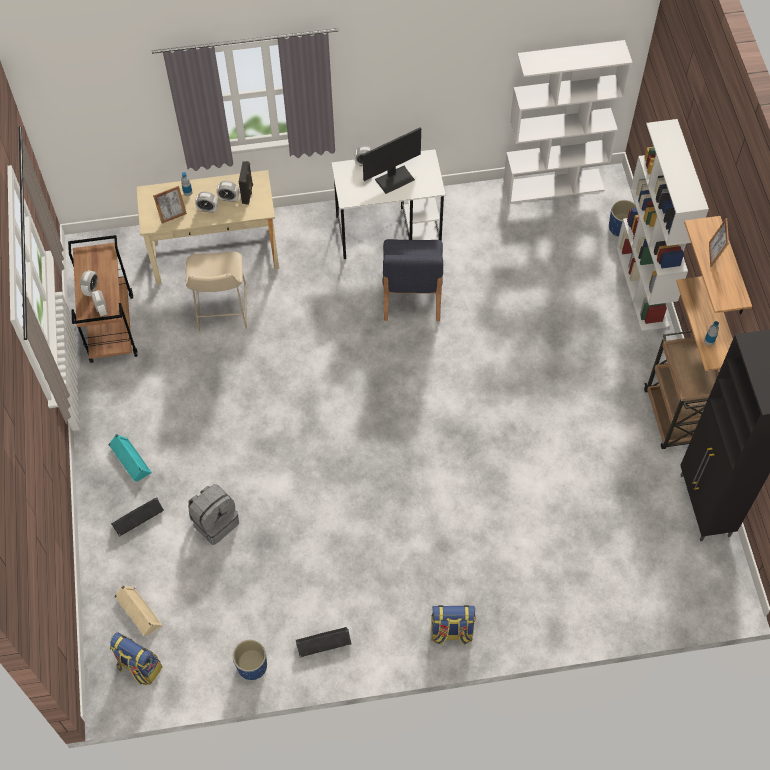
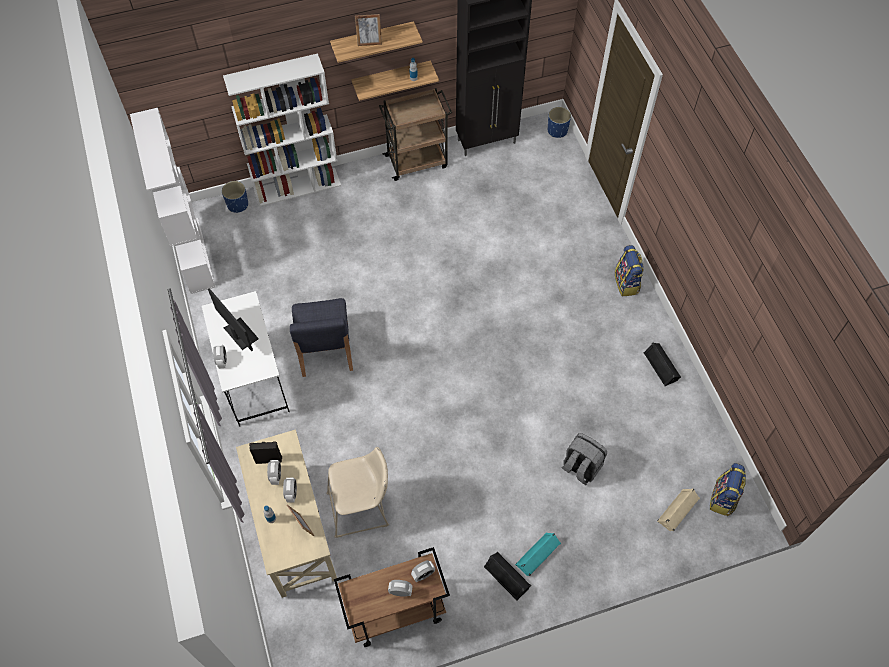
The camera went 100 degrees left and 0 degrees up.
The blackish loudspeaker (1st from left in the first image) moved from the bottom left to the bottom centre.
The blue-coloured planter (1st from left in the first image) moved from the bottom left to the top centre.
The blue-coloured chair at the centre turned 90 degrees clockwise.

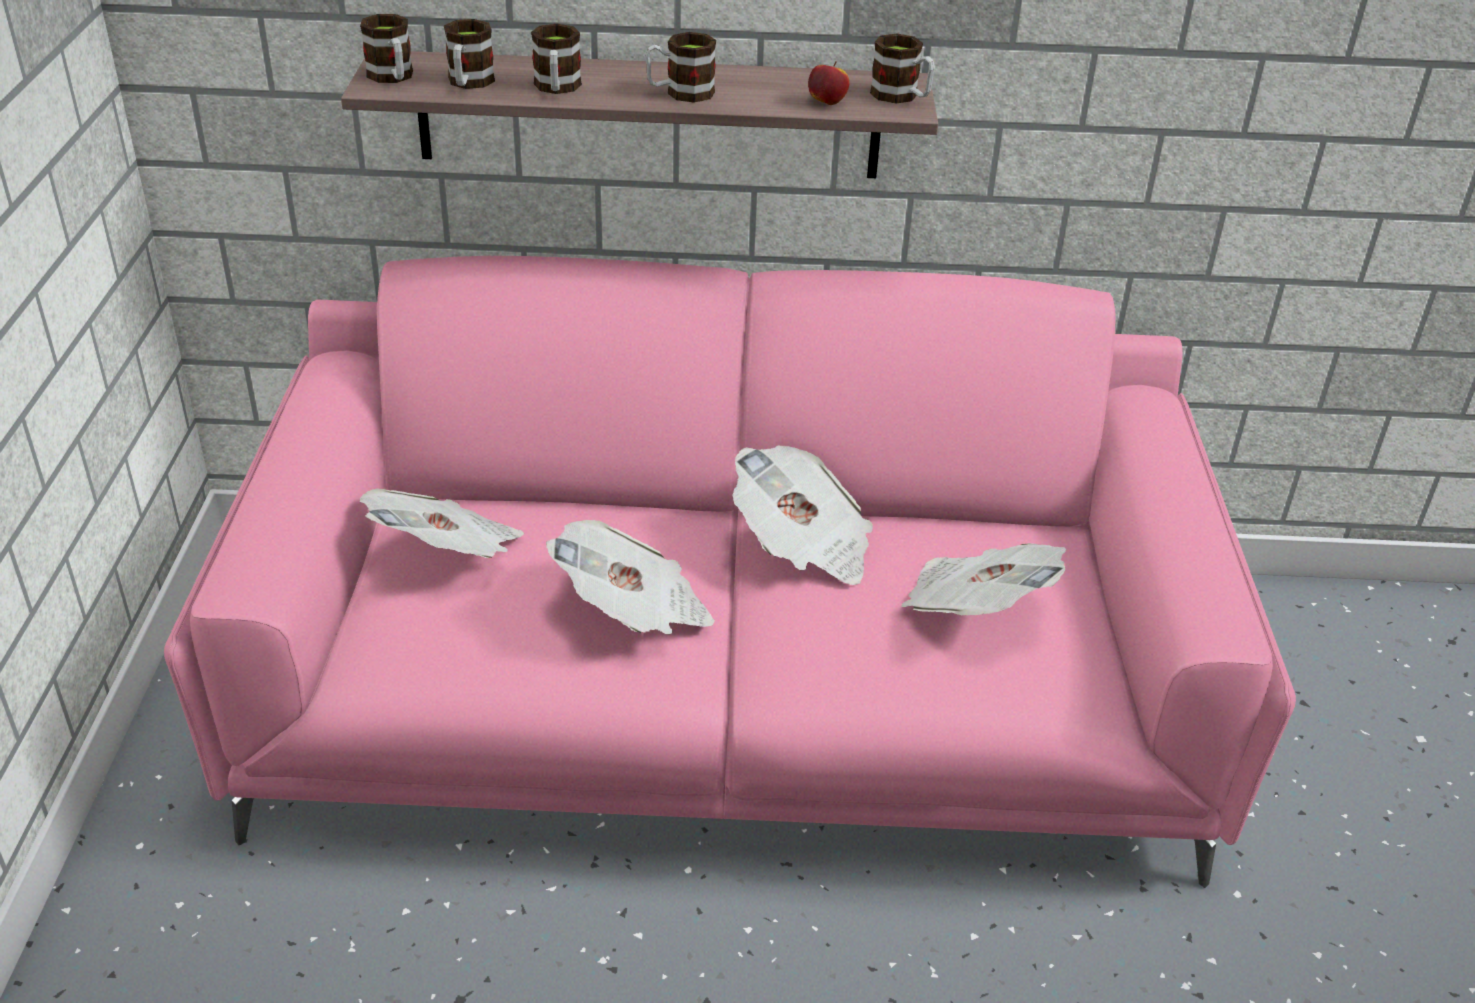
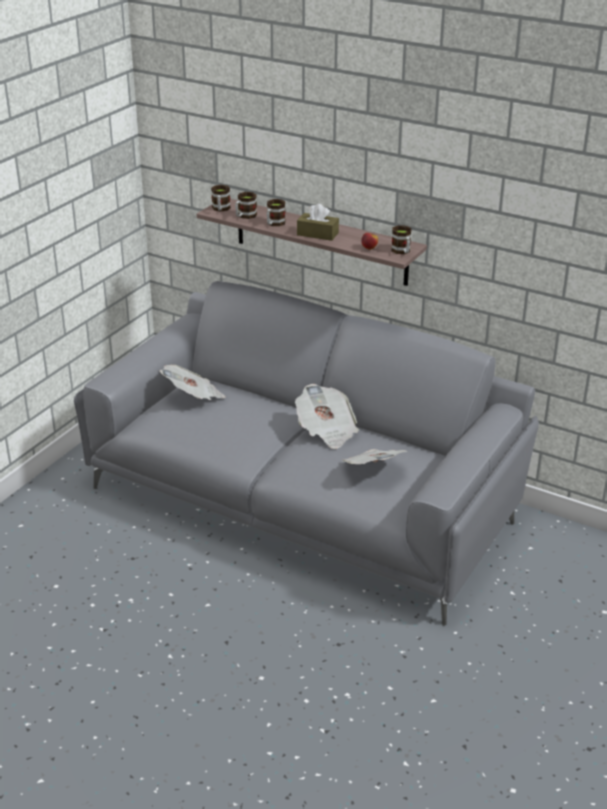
The camera went 30 degrees right and 5 degrees down.
The printed paper (2nd from left) at the centre disappeared.
The mug (4th from left) at the top centre was replaced by the brown-coloured tissue box at the top centre.
The pink couch at the centre became the greyish couch at the centre.

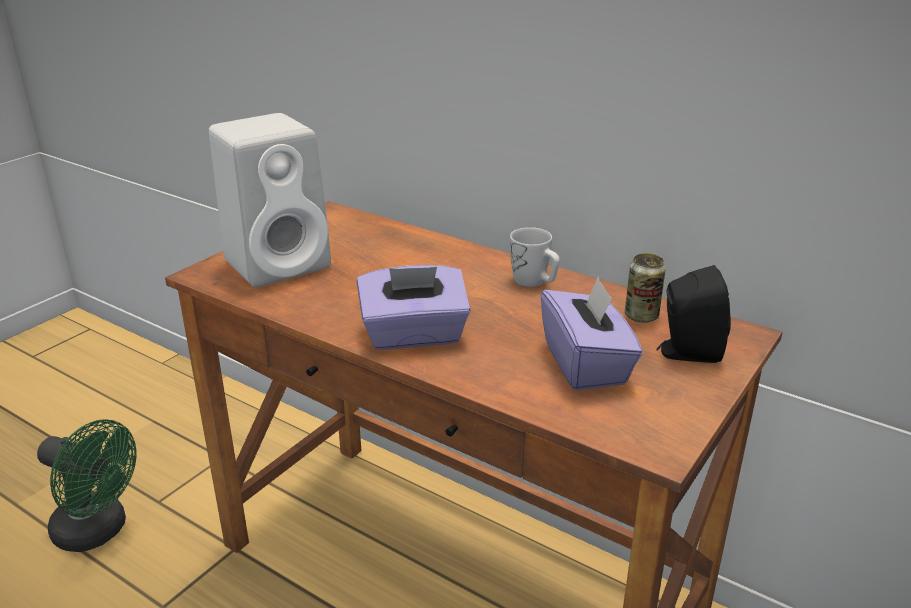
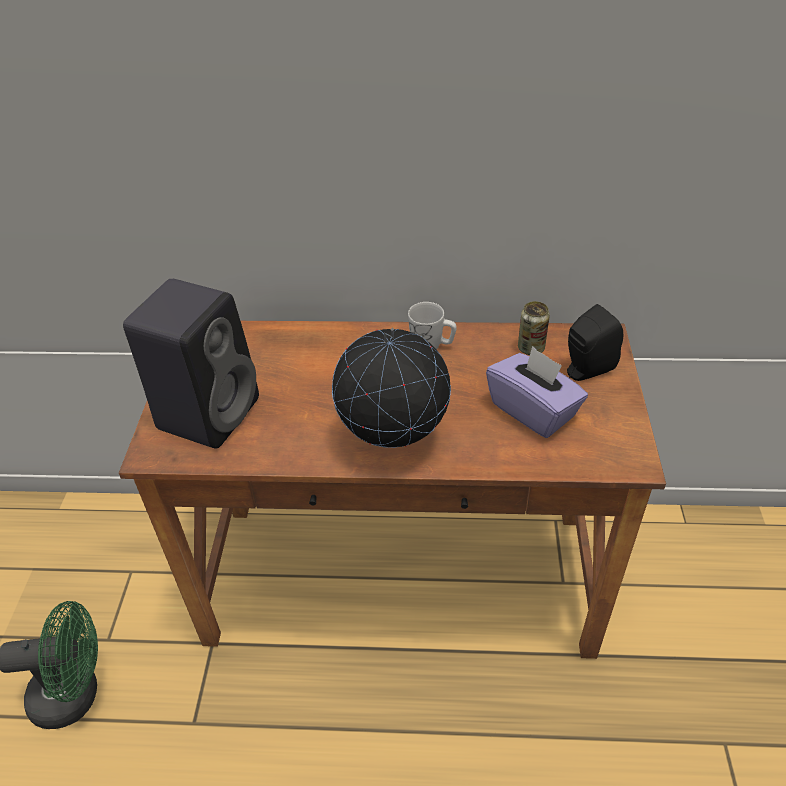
The camera went 30 degrees left and 15 degrees up.
The purple-coloured tissue box (1st from left) at the centre was replaced by the globe at the centre.
The whitish loudspeaker at the top left became the blackish loudspeaker (1st from left) at the middle left.

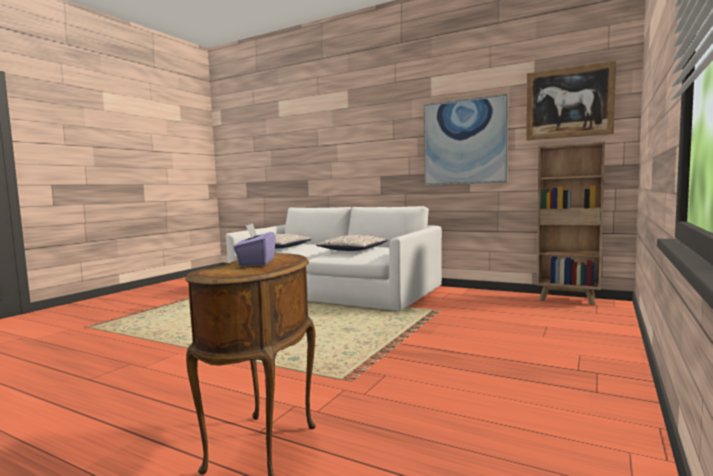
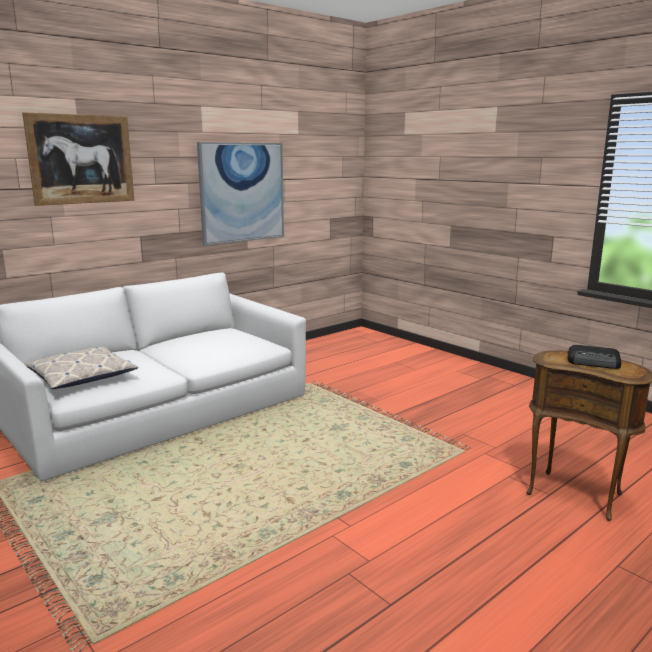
The camera went 70 degrees left and 10 degrees up.
The cushion (2nd from left) at the centre disappeared.
The brown-coloured bookshelf at the middle right disappeared.
The wall art (2nd from left in the first image) moved from the top right to the top left.
The purple-coloured tissue box at the centre was replaced by the radio at the middle right.

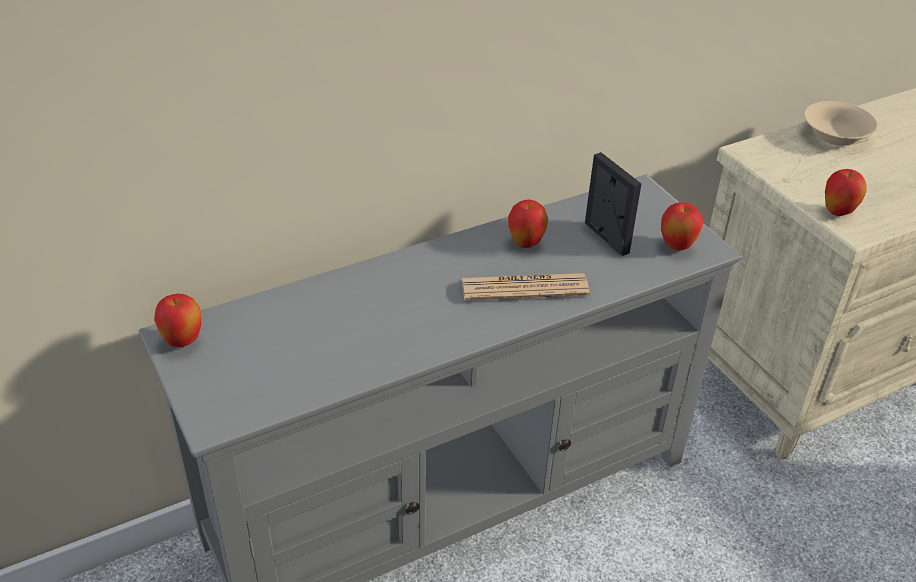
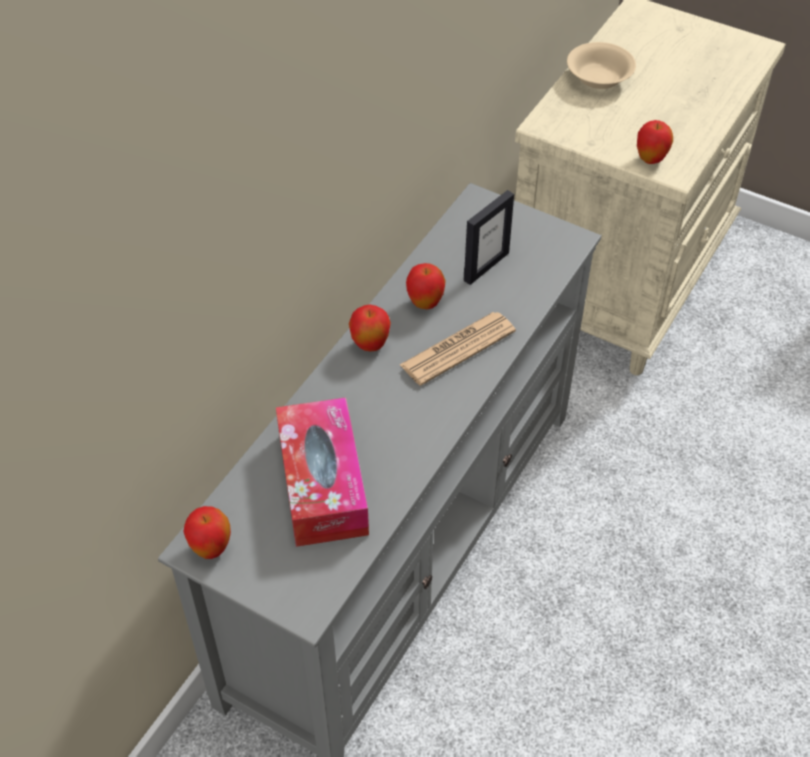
The camera went 30 degrees left and 10 degrees up.
The tissue box at the centre appeared.
The apple (3rd from left in the first image) moved from the middle right to the centre.
The standing frame at the middle right turned 105 degrees clockwise.

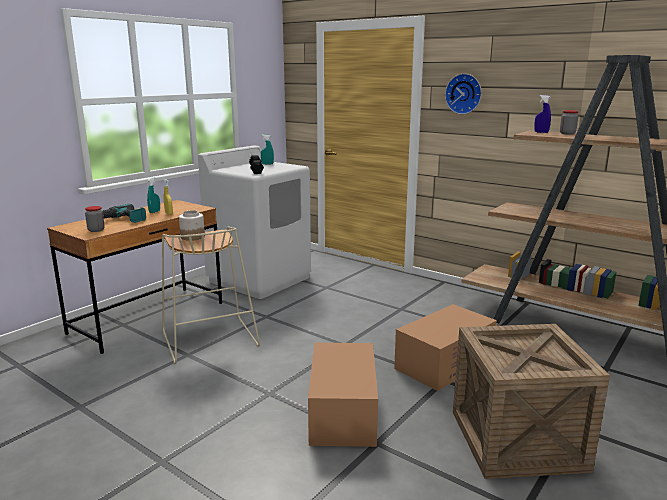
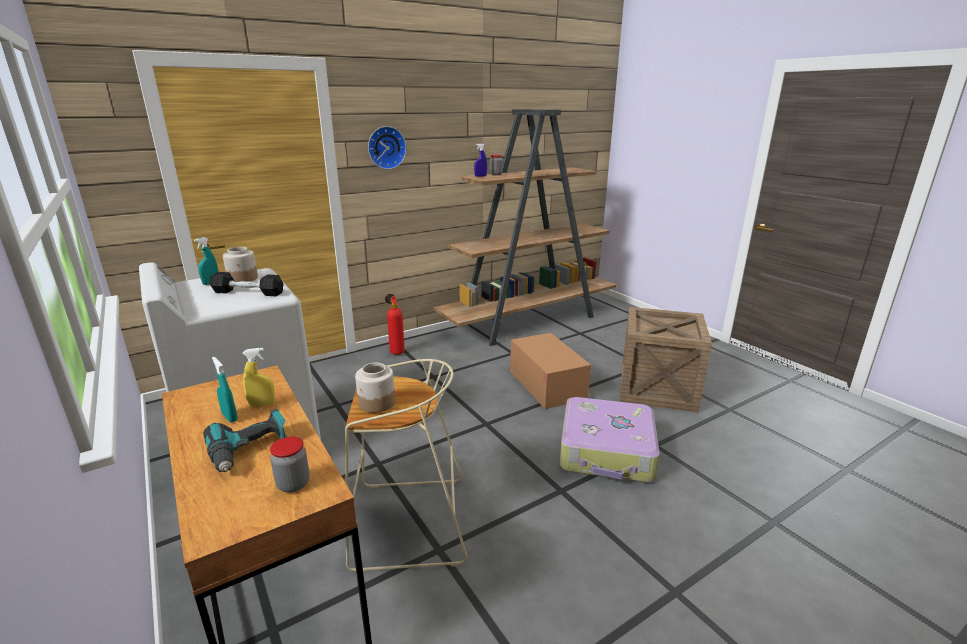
The camera went 70 degrees left and 5 degrees up.
The storage jar (1st from left) at the middle left appeared.
The fire-fighting cylinder at the centre appeared.
The cardboard box (1st from left) at the bottom centre was replaced by the piece of luggage at the bottom centre.

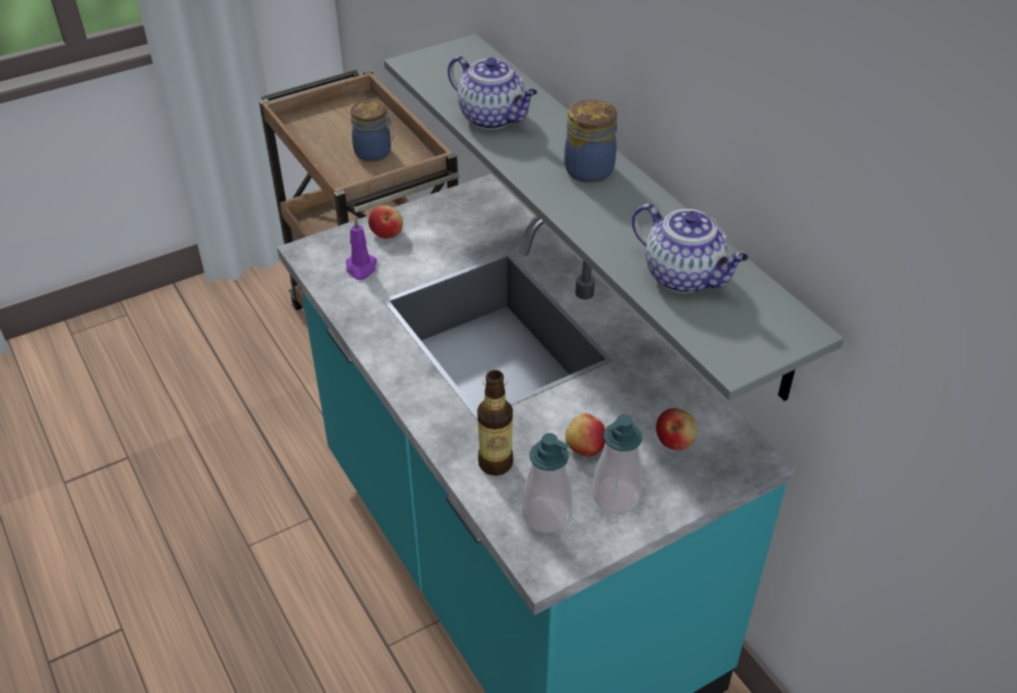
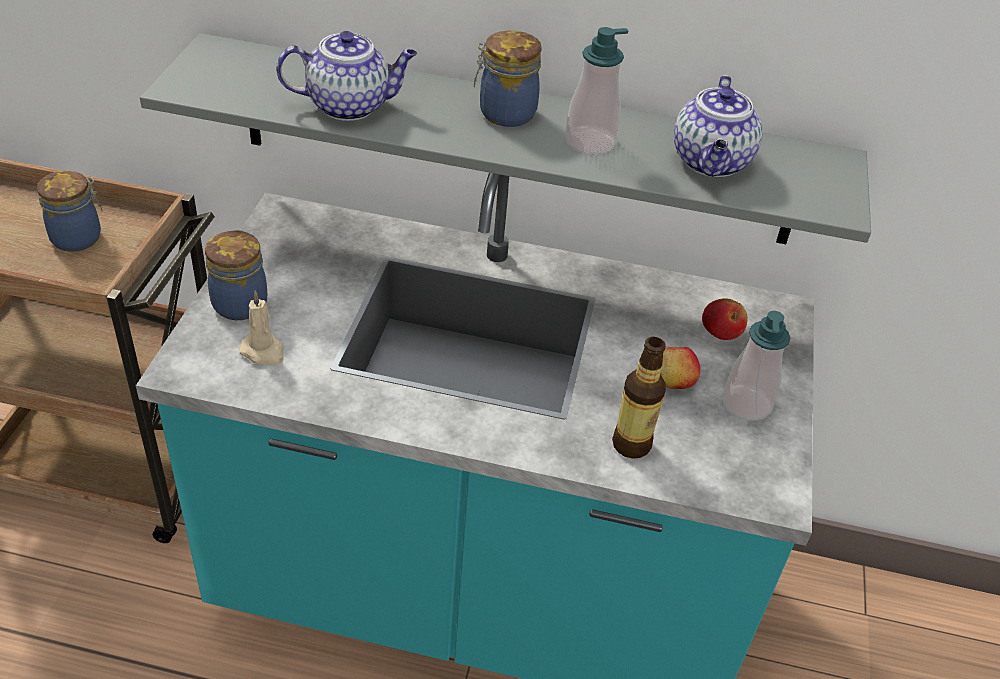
The camera went 50 degrees left and 0 degrees up.
The soap dispenser (1st from left) moved from the bottom centre to the top centre.
The apple (1st from left) at the top centre was replaced by the storage jar (2nd from left) at the middle left.
The purple-coloured wax candle at the centre became the sand-coloured wax candle at the middle left.
The teapot (2nd from left) at the middle right turned 105 degrees clockwise.

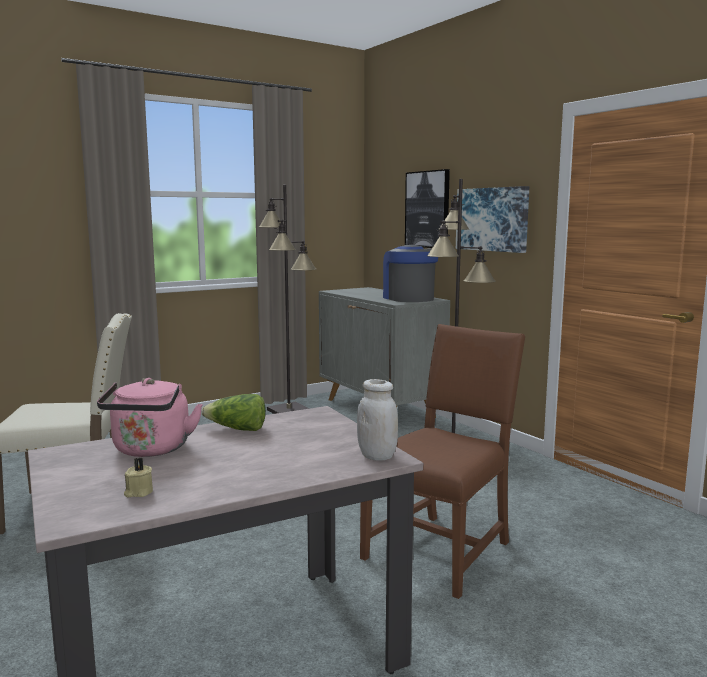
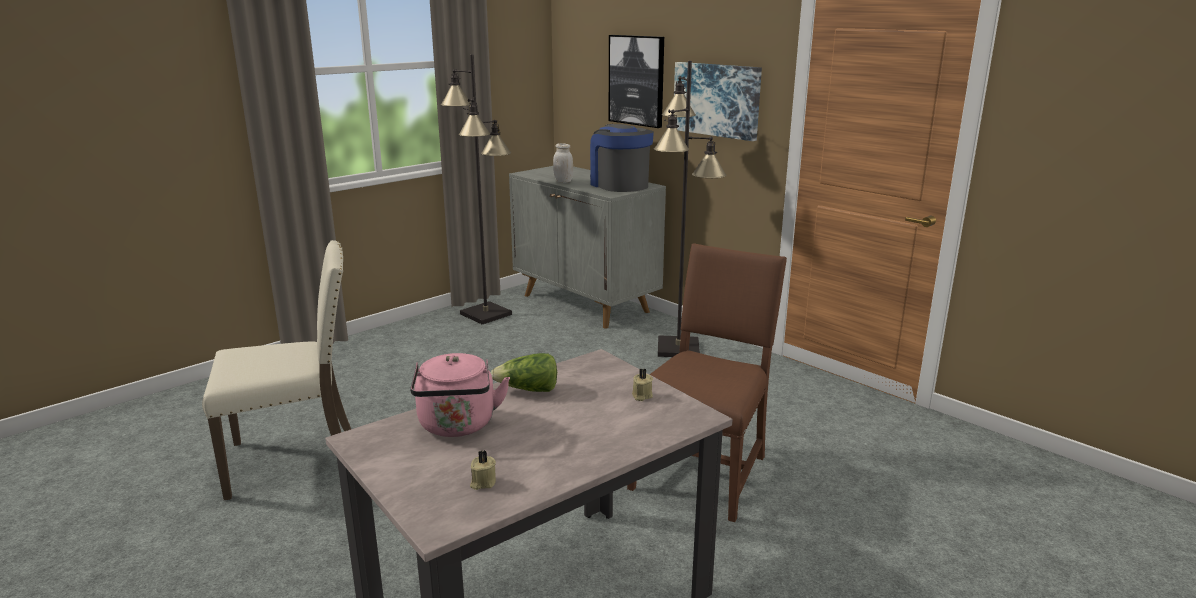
The camera went 10 degrees left and 10 degrees up.
The sand-coloured wax candle (2nd from left) at the centre appeared.
The whitish storage jar moved from the centre to the top centre.

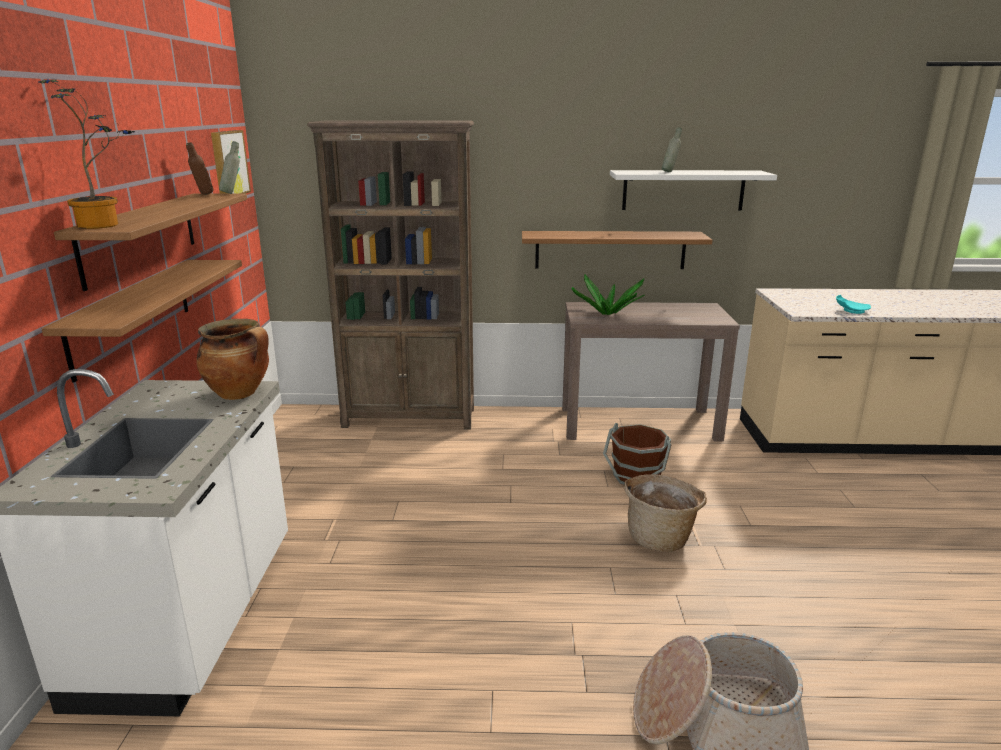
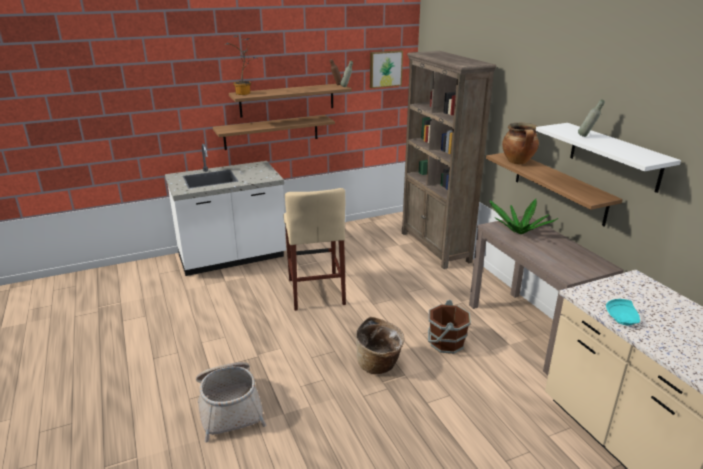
The camera went 65 degrees right and 5 degrees up.
The sand-coloured stool seat at the centre appeared.
The stockpot moved from the middle left to the top right.

